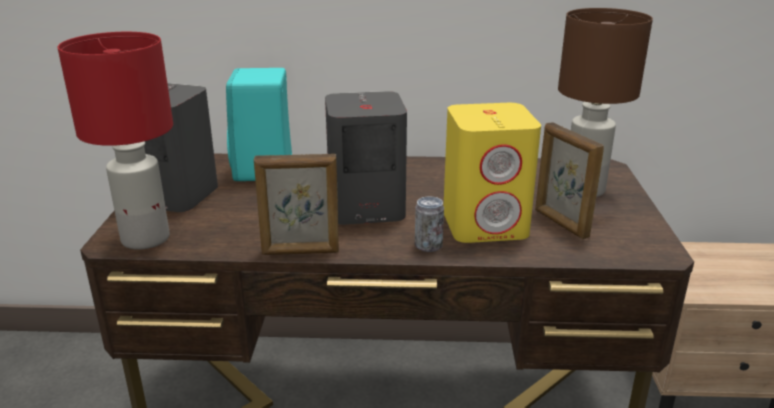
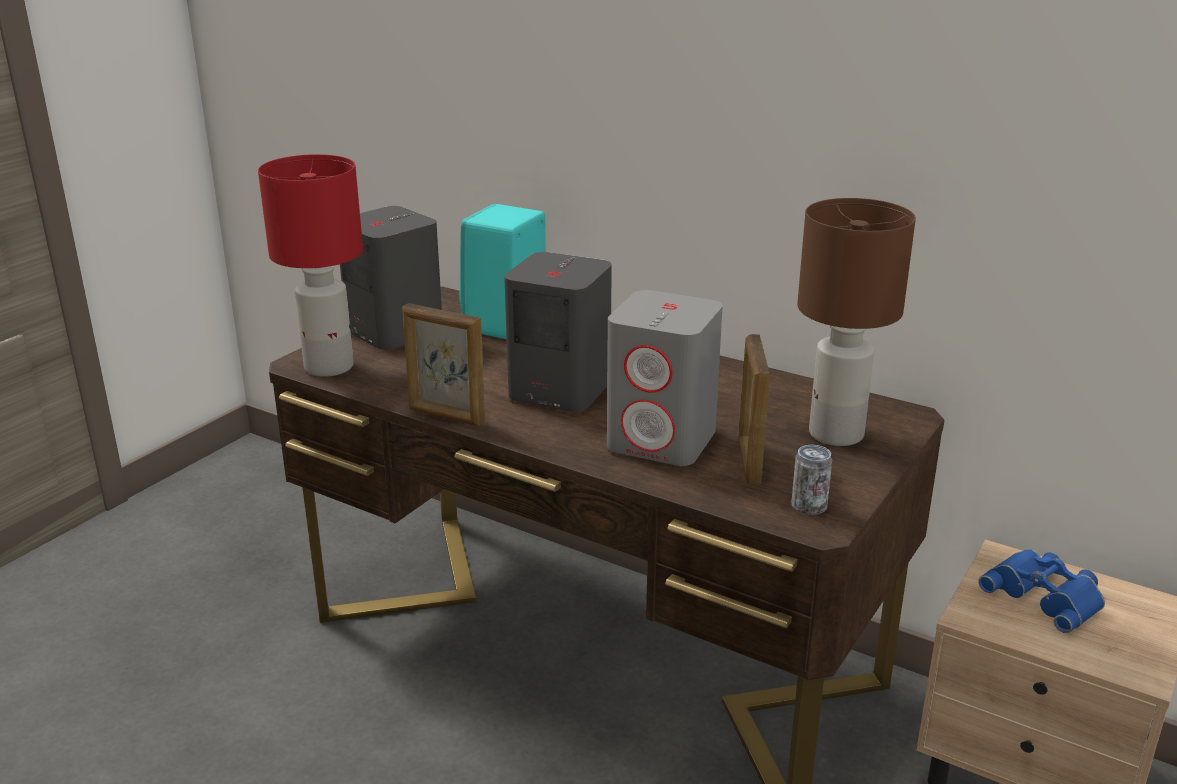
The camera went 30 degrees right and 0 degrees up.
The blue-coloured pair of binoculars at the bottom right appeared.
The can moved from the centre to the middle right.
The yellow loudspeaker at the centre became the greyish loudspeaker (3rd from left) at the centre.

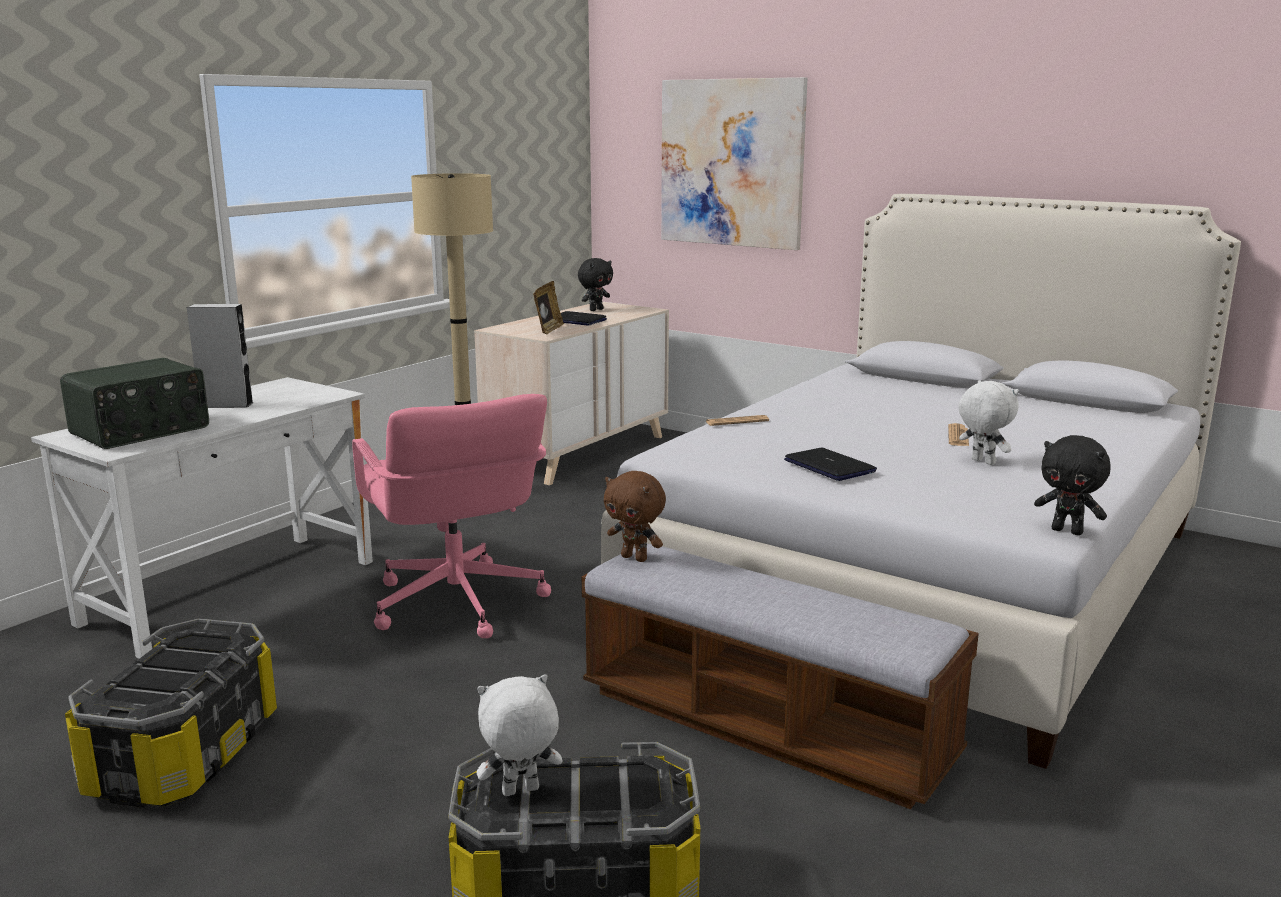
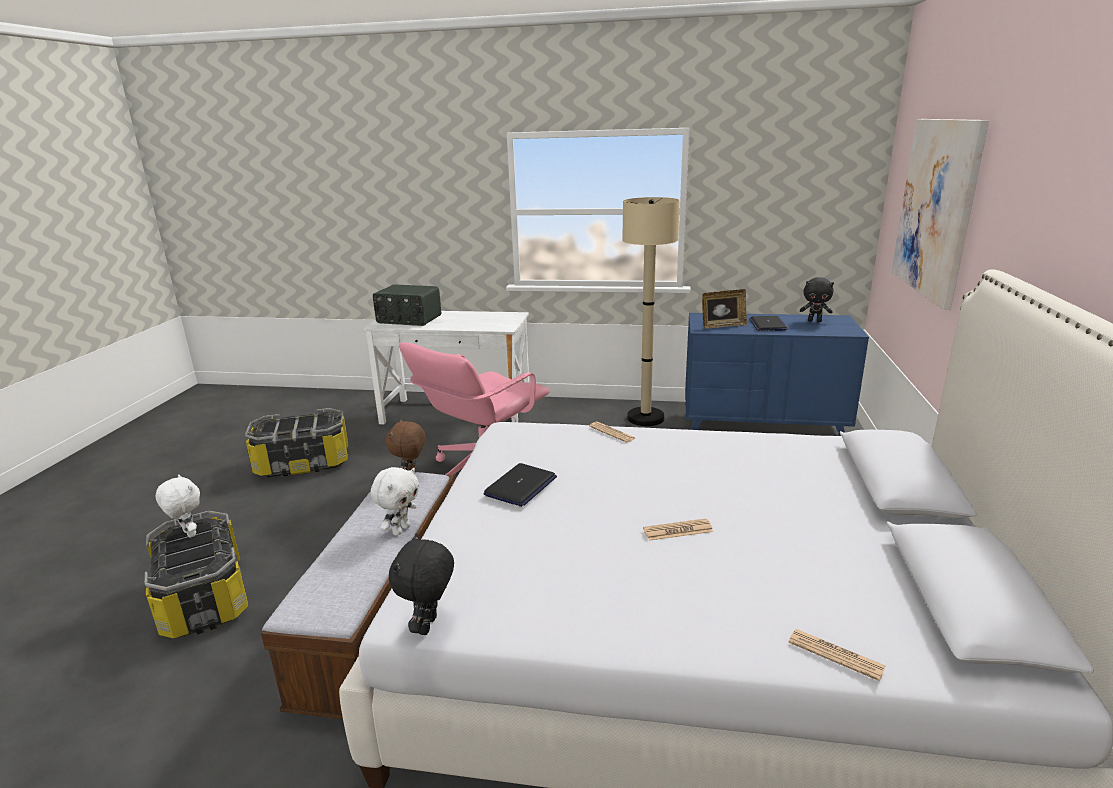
The camera went 65 degrees right and 5 degrees up.
The greyish loudspeaker at the middle left disappeared.
The printed paper (3rd from left) at the bottom right appeared.
The whitish cuddly toy (2nd from left) moved from the middle right to the centre.
The sand-coloured chest of drawers at the centre became the blue-coloured chest of drawers at the middle right.

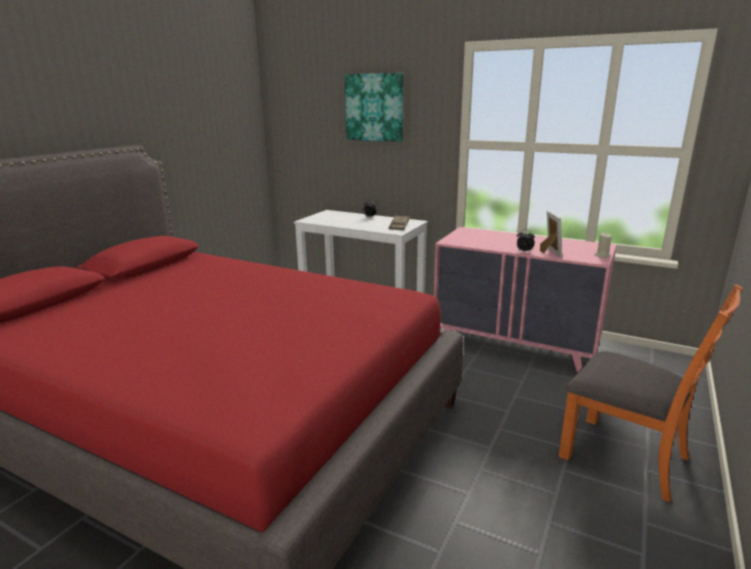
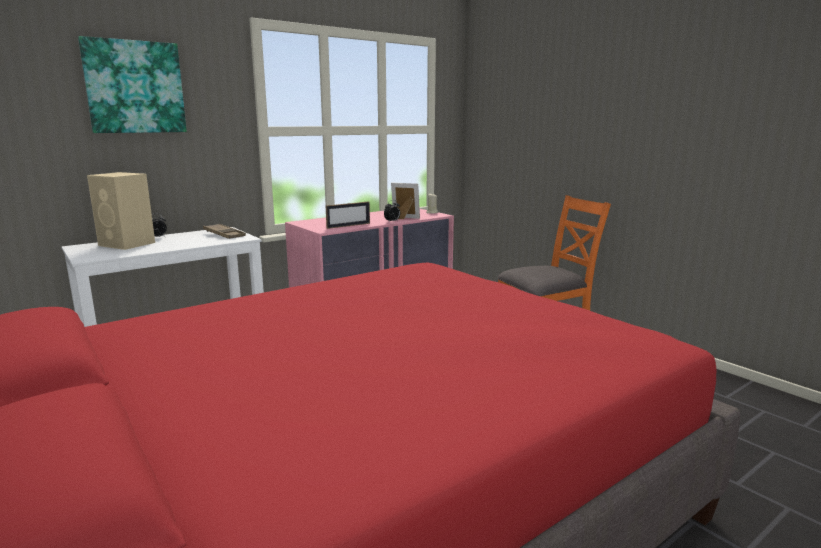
The camera went 65 degrees left and 5 degrees down.
The sand-coloured loudspeaker at the middle left appeared.
The standing frame (1st from left) at the centre appeared.

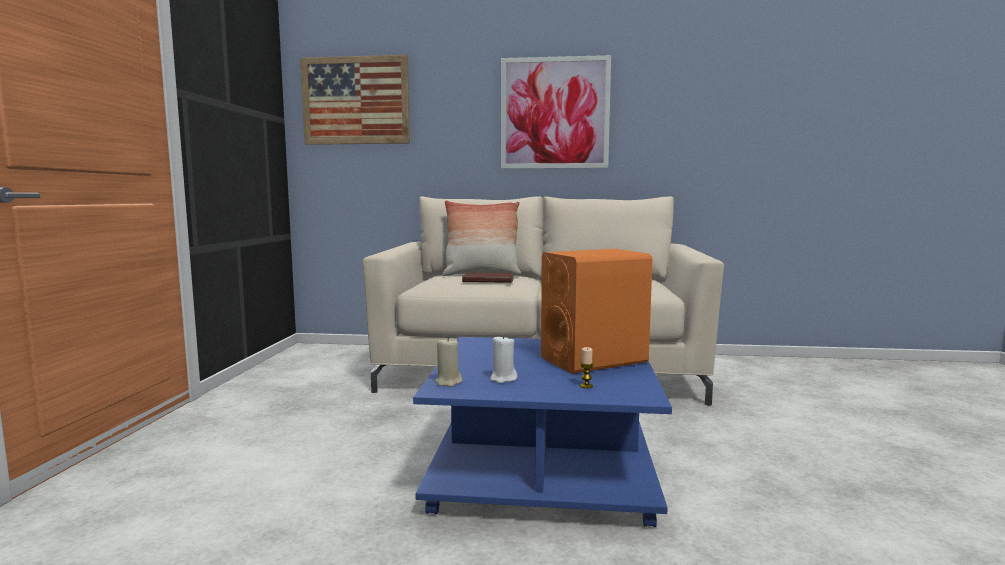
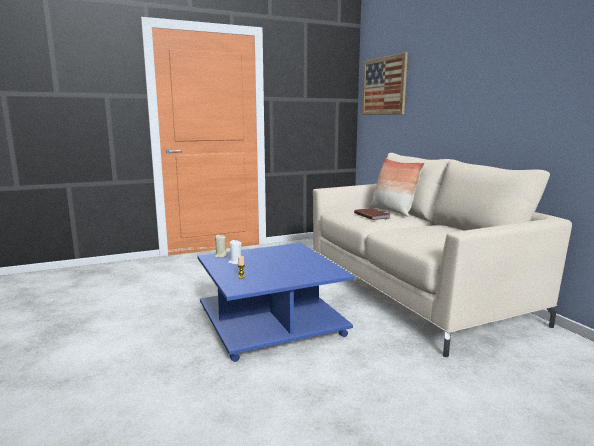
The camera went 60 degrees right and 5 degrees up.
The wall art (2nd from left) at the top centre disappeared.
The orange loudspeaker at the centre disappeared.

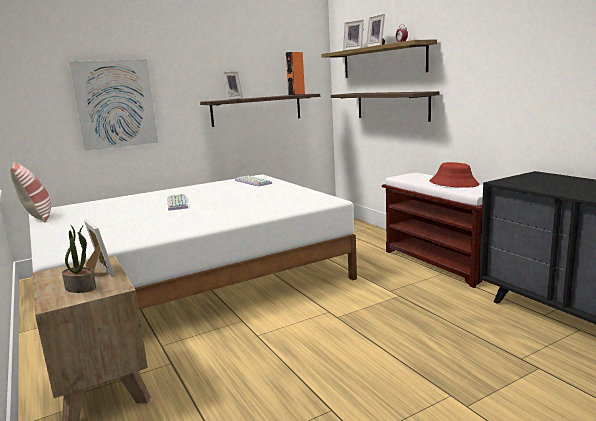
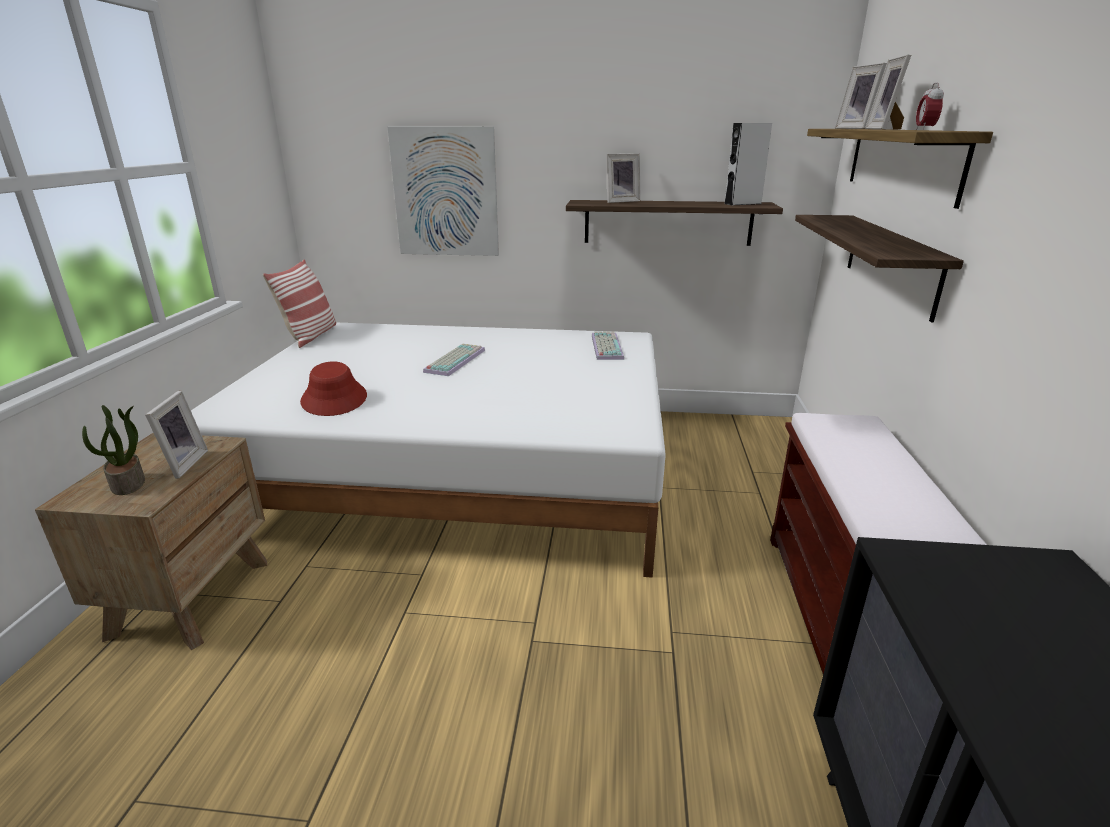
The camera went 35 degrees right and 10 degrees up.
The red-coloured wearable hat moved from the middle right to the middle left.
The orange loudspeaker at the top centre became the greyish loudspeaker at the top right.

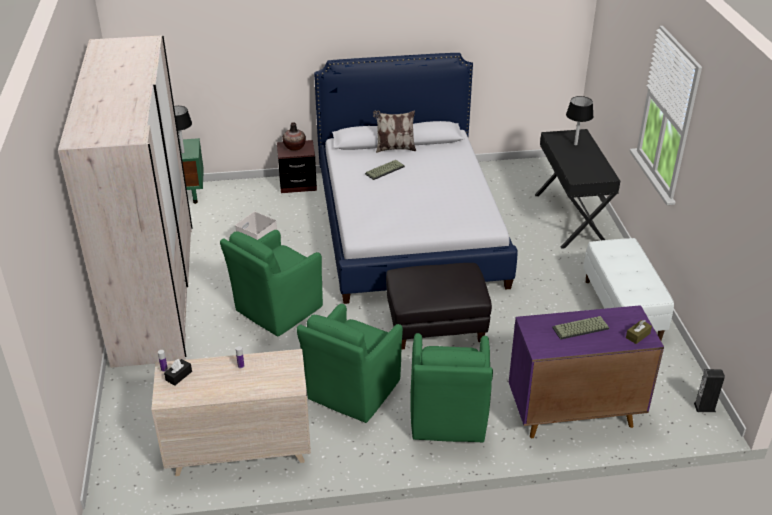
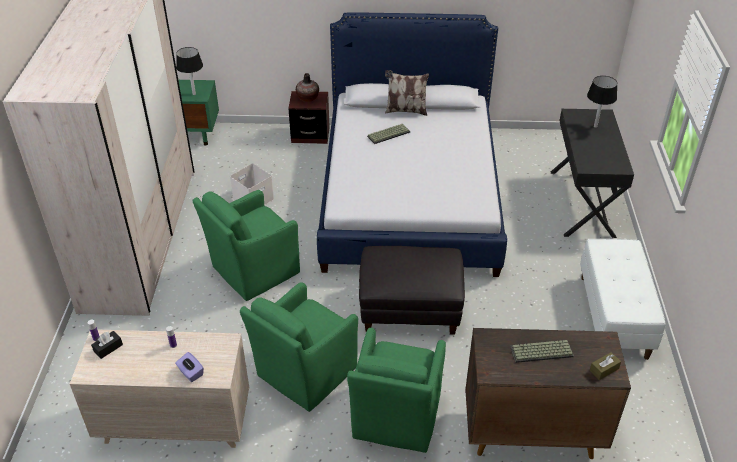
The camera went 10 degrees right and 5 degrees up.
The loudspeaker at the bottom right disappeared.
The purple-coloured tissue box at the bottom left appeared.
The purple-coloured cupboard at the bottom right became the brown-coloured cupboard at the bottom right.

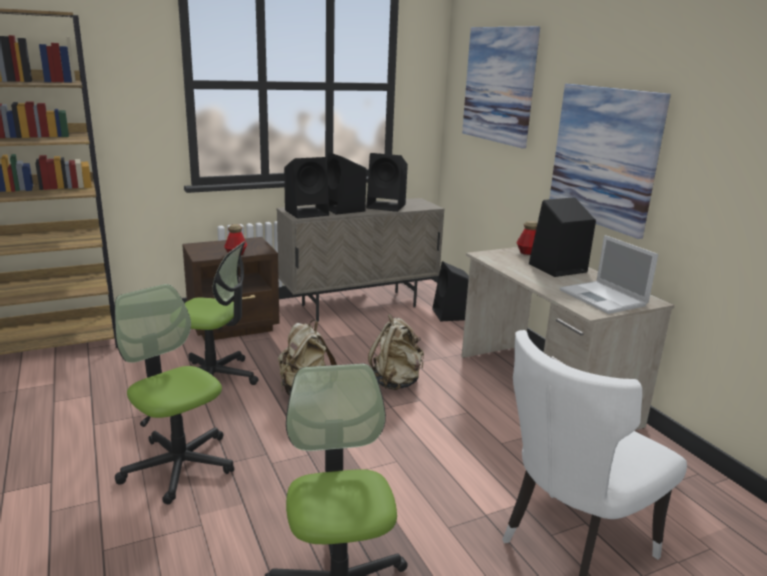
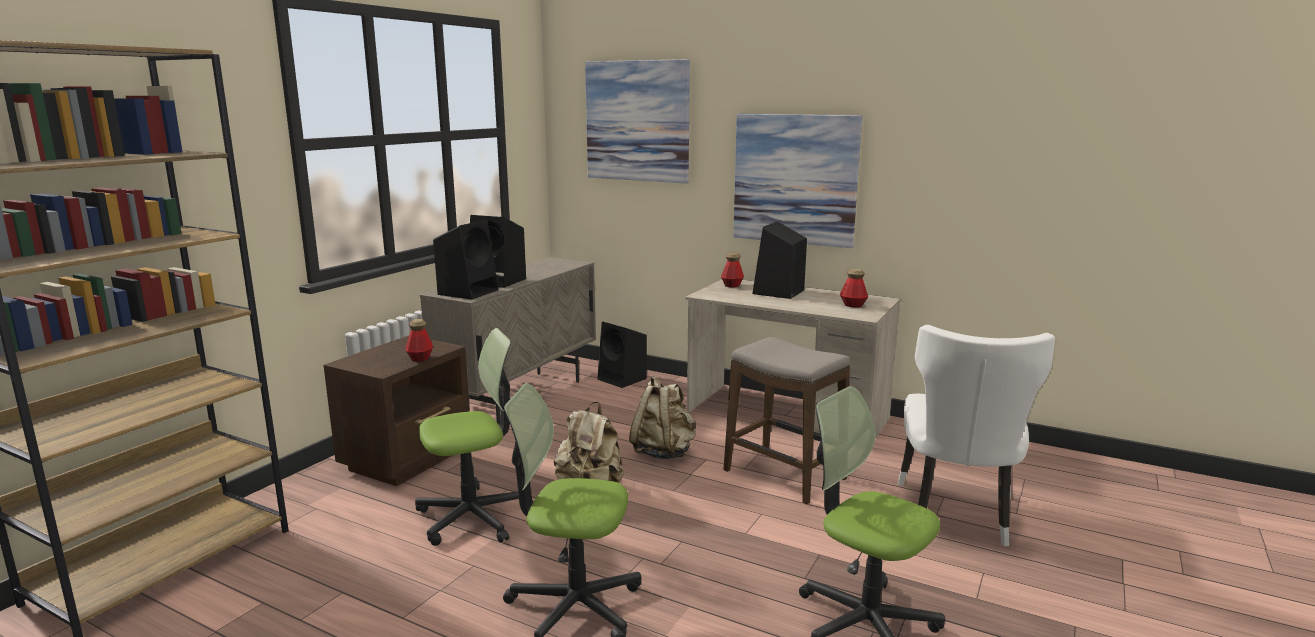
The camera went 35 degrees left and 5 degrees down.
The blackish loudspeaker (3rd from left) at the top centre disappeared.
The stool seat at the centre appeared.
The notebook computer at the middle right was replaced by the drink bottle (3rd from left) at the centre.

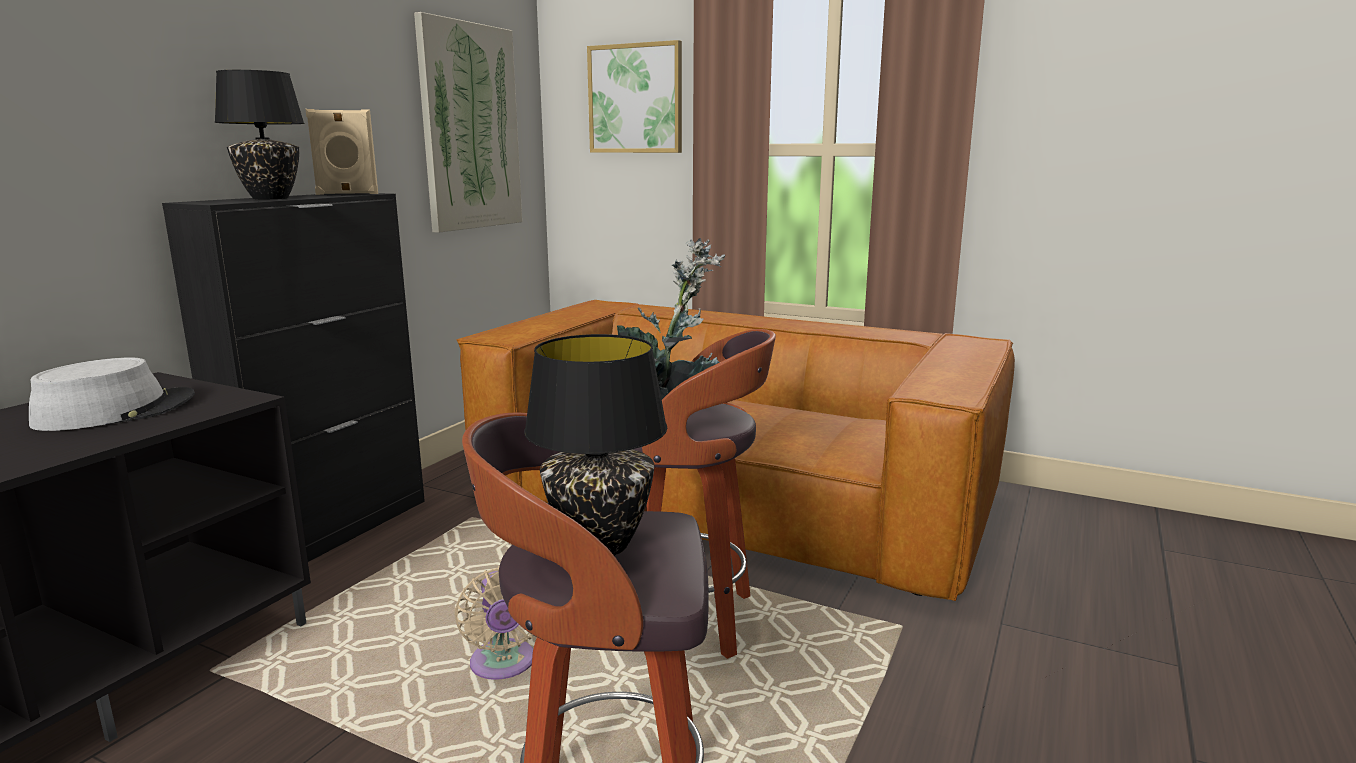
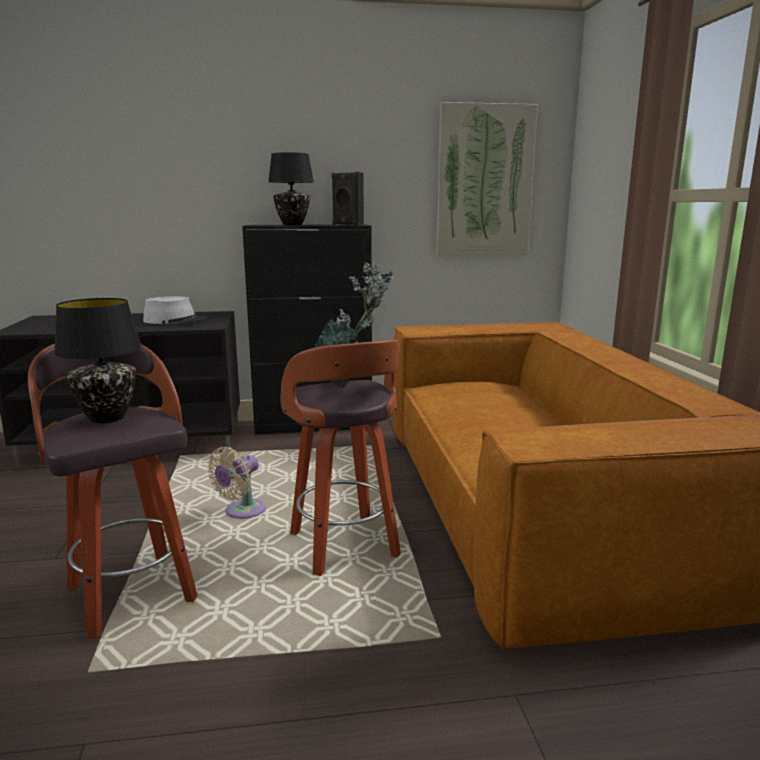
The camera went 55 degrees right and 0 degrees up.
The wall art (2nd from left) at the top centre disappeared.
The sand-coloured loudspeaker at the top left became the blackish loudspeaker at the top centre.

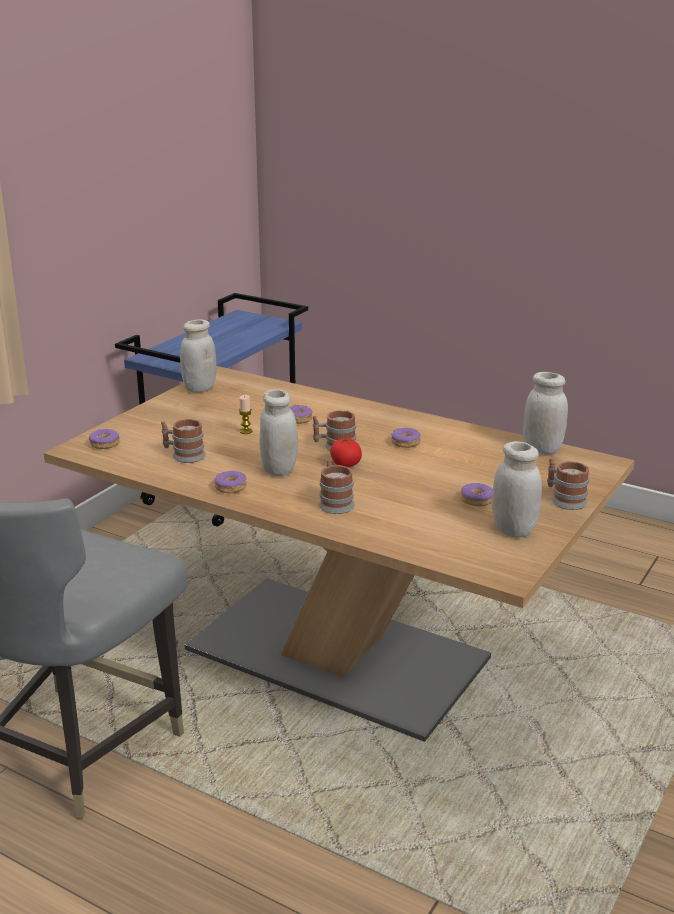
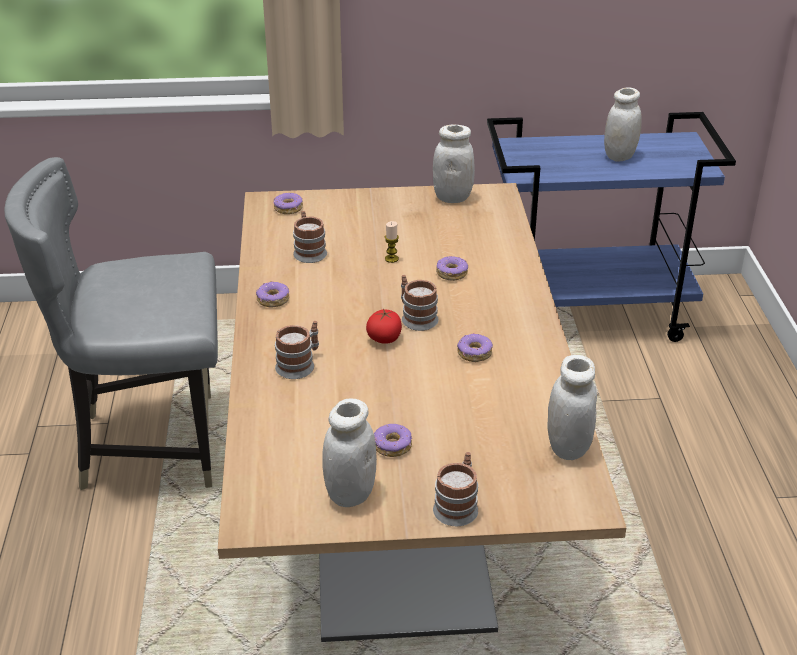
The camera went 55 degrees right and 10 degrees up.
The whitish storage jar (2nd from left in the first image) moved from the centre to the top right.

